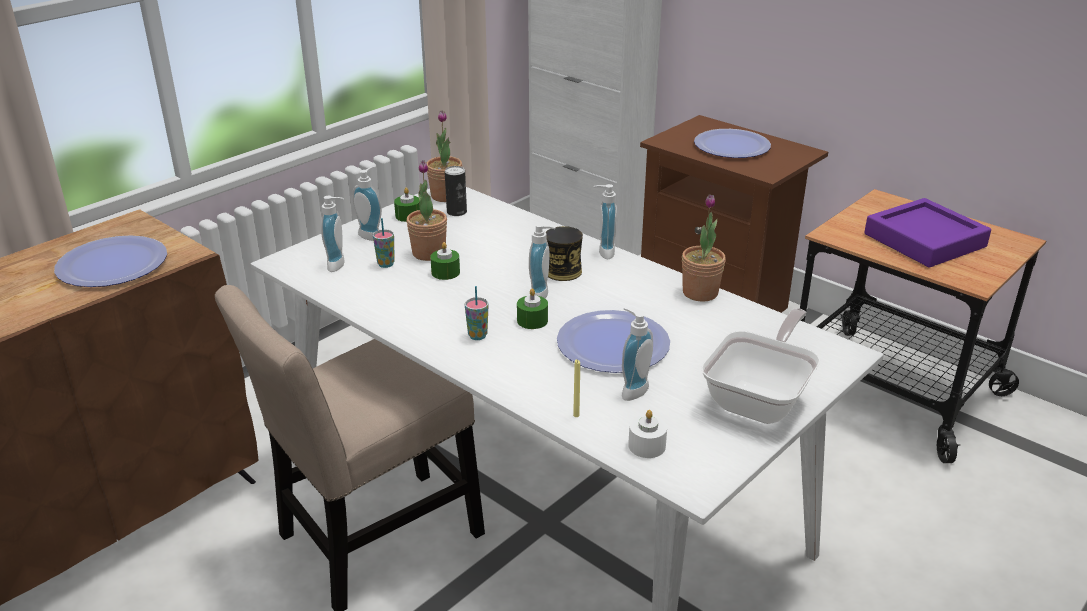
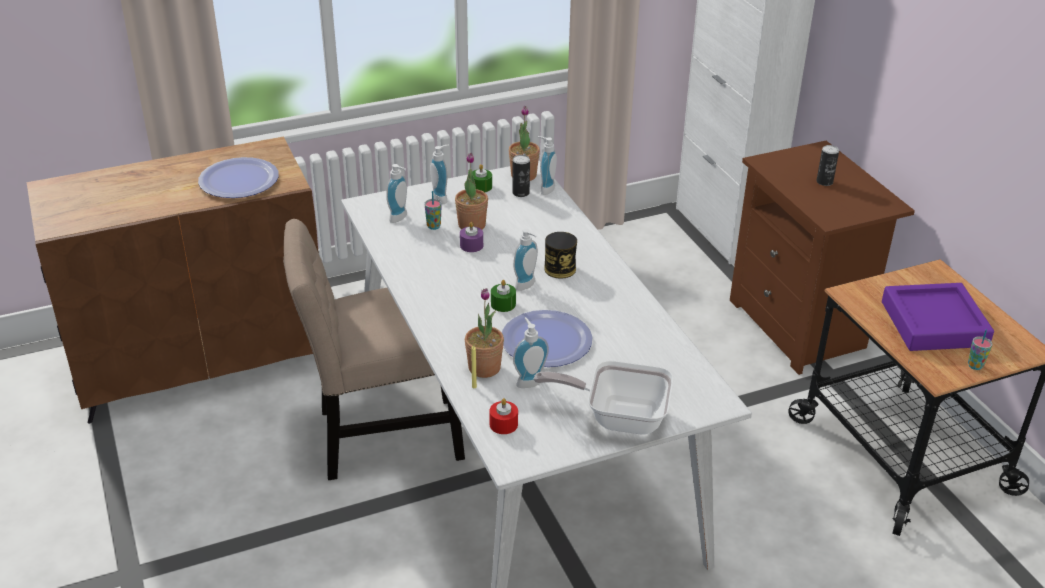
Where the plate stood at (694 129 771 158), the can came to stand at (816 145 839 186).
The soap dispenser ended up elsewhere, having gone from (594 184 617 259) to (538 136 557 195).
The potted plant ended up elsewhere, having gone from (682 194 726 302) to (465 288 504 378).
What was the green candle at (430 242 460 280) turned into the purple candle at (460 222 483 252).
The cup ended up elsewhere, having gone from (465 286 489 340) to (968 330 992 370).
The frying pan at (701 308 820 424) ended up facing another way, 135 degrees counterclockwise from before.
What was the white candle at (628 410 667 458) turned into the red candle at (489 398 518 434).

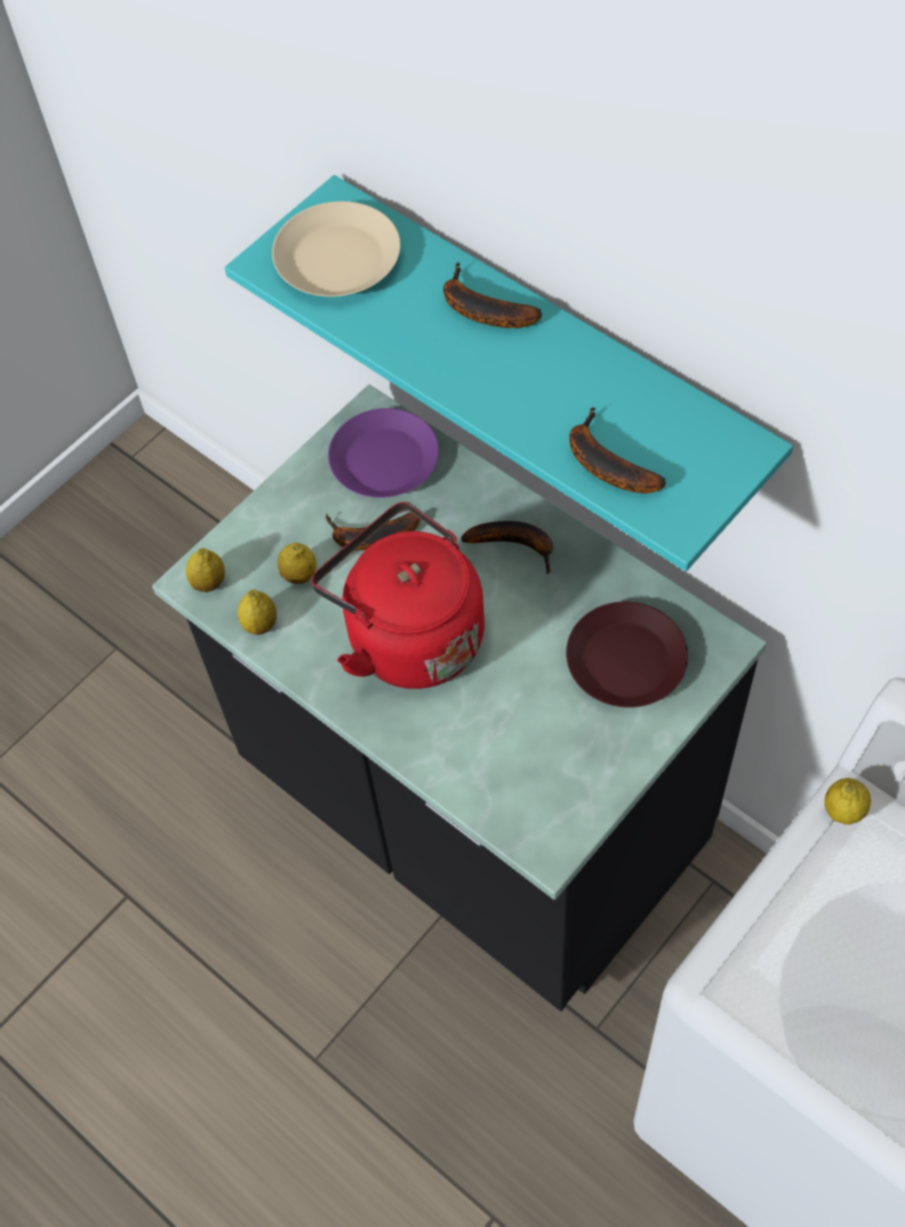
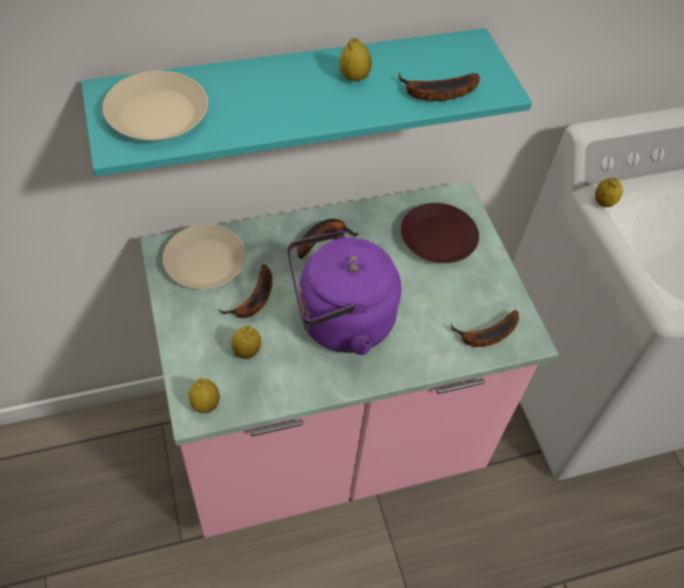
The banana ended up elsewhere, having gone from (443 262 542 328) to (451 310 519 347).
What was the black counter at (152 385 767 1011) turned into the pink counter at (140 181 558 538).
What was the purple plate at (328 408 439 498) turned into the beige plate at (163 224 246 289).
What was the red kettle at (311 502 485 689) turned into the purple kettle at (287 230 401 355).
The lemon ended up elsewhere, having gone from (238 589 277 635) to (340 38 372 81).

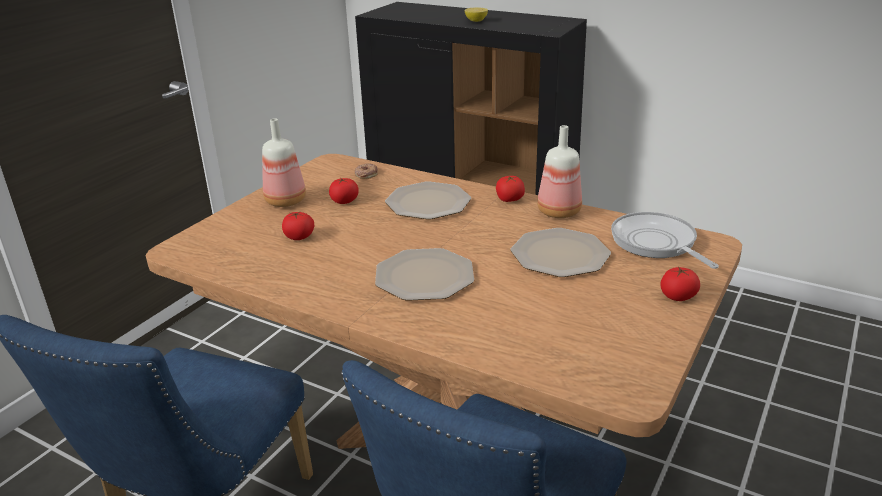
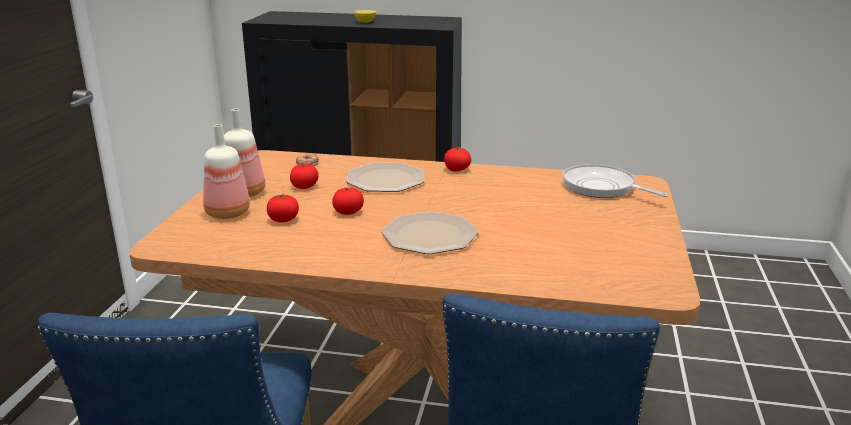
The bottle ended up elsewhere, having gone from (537 125 582 218) to (203 124 250 219).
The second view lost the plate at (511 228 611 277).
The tomato ended up elsewhere, having gone from (660 267 700 301) to (332 188 364 215).

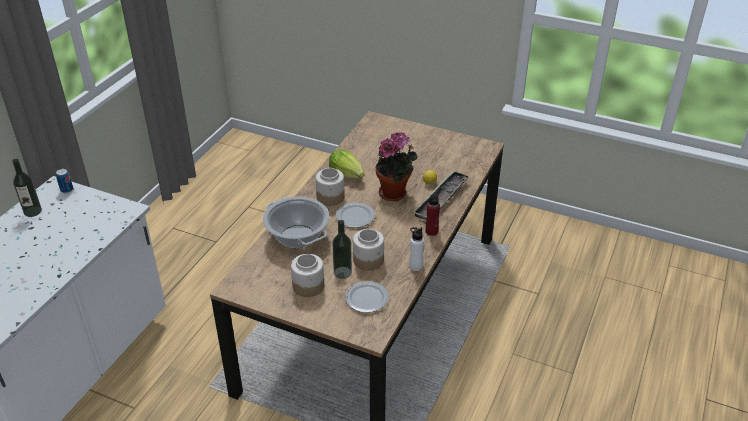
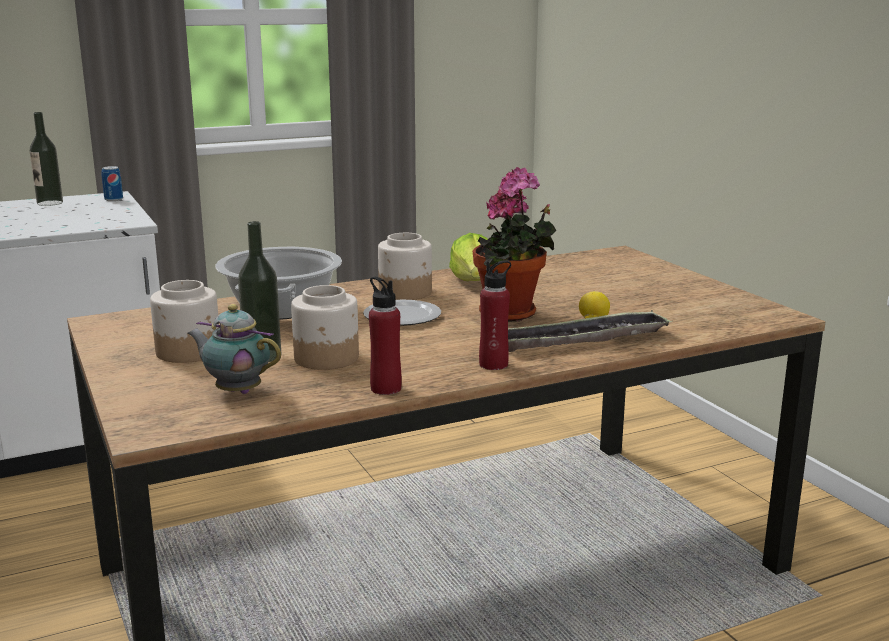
What was the white bottle at (409 227 424 271) turned into the red bottle at (369 277 402 395).
Where the plate stood at (345 281 389 313), the teapot came to stand at (188 304 281 394).

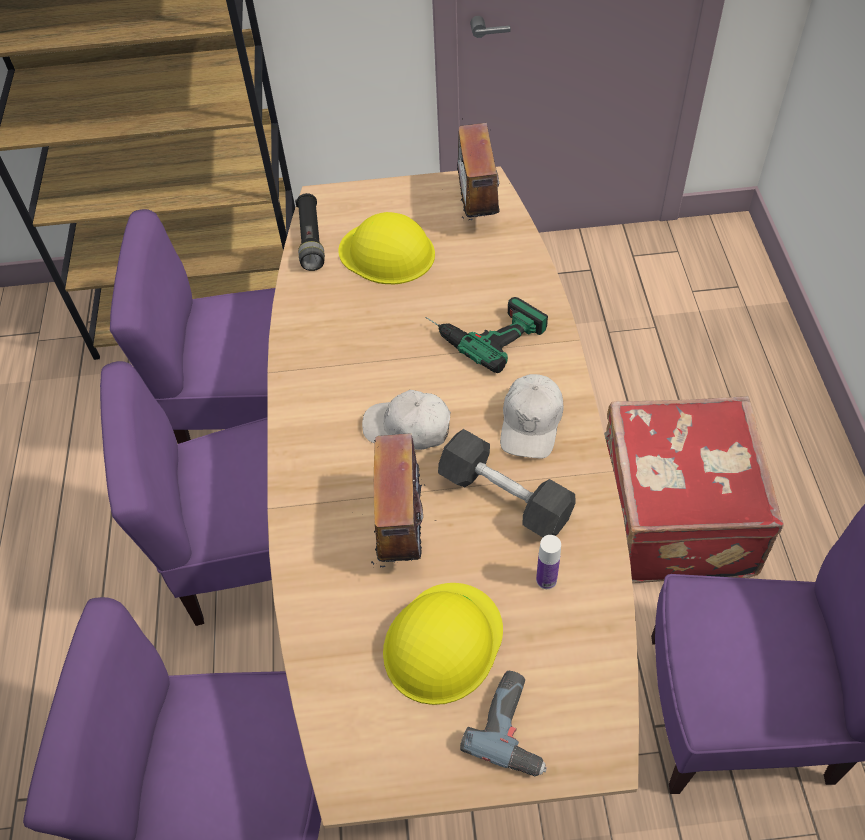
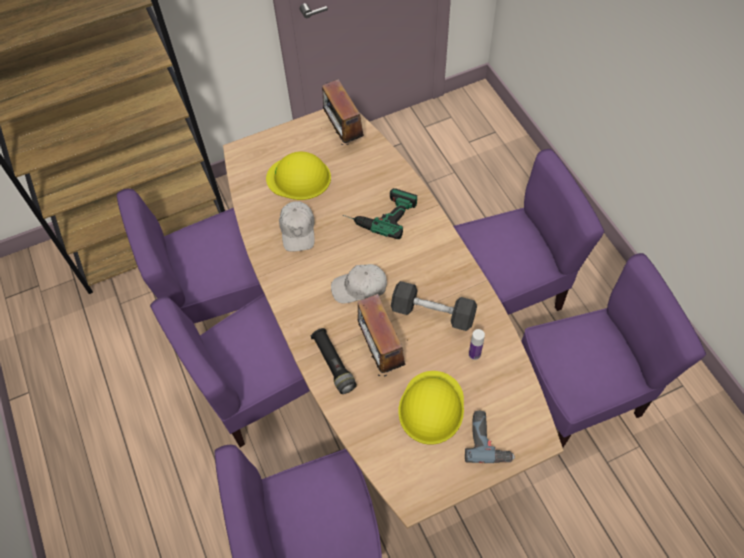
The black flashlight ended up elsewhere, having gone from (295 193 325 271) to (311 328 357 394).
The white cap ended up elsewhere, having gone from (500 374 564 459) to (279 201 315 252).
Where the red suitcase stood at (604 396 784 583), the purple chair came to stand at (453 149 605 315).

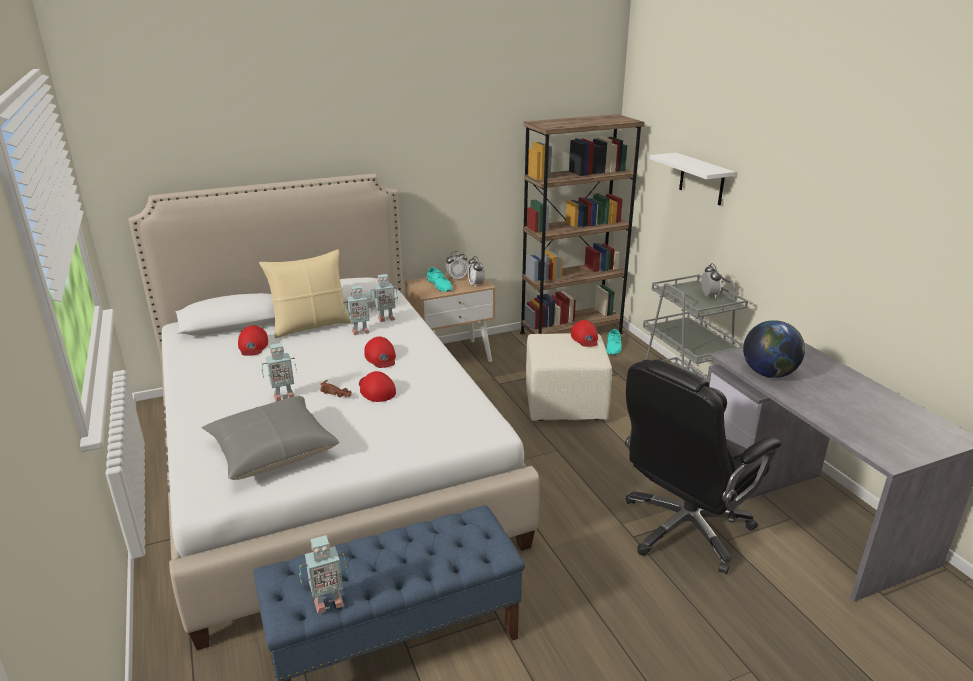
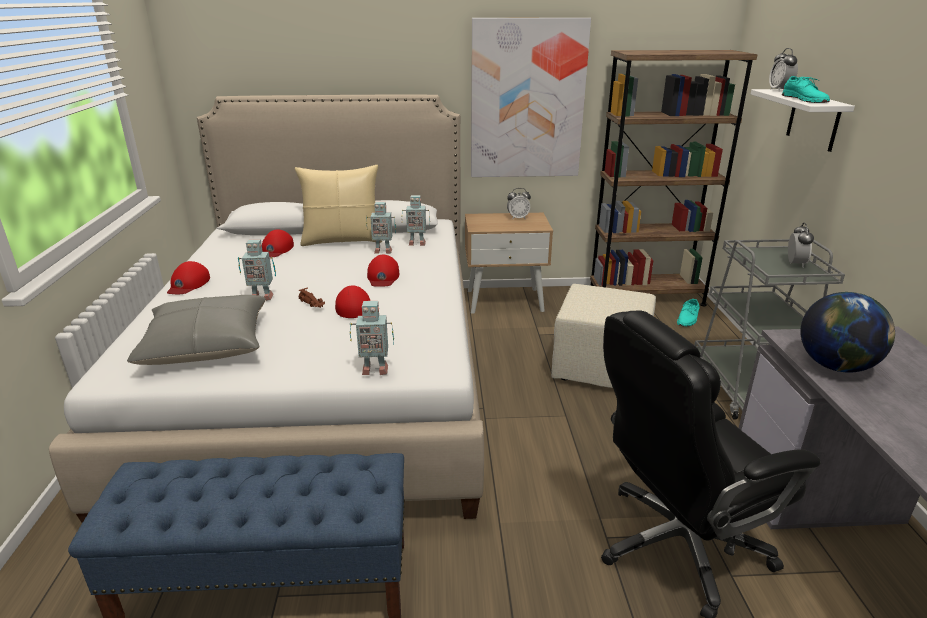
The alarm clock ended up elsewhere, having gone from (468 256 485 288) to (769 48 798 92).
The turquoise shoe ended up elsewhere, having gone from (427 267 452 292) to (782 76 830 103).
The red cap ended up elsewhere, having gone from (571 320 598 347) to (167 261 210 294).
The toy robot ended up elsewhere, having gone from (299 535 347 614) to (350 301 394 375).
The second view gained the picture at (471 18 591 177).

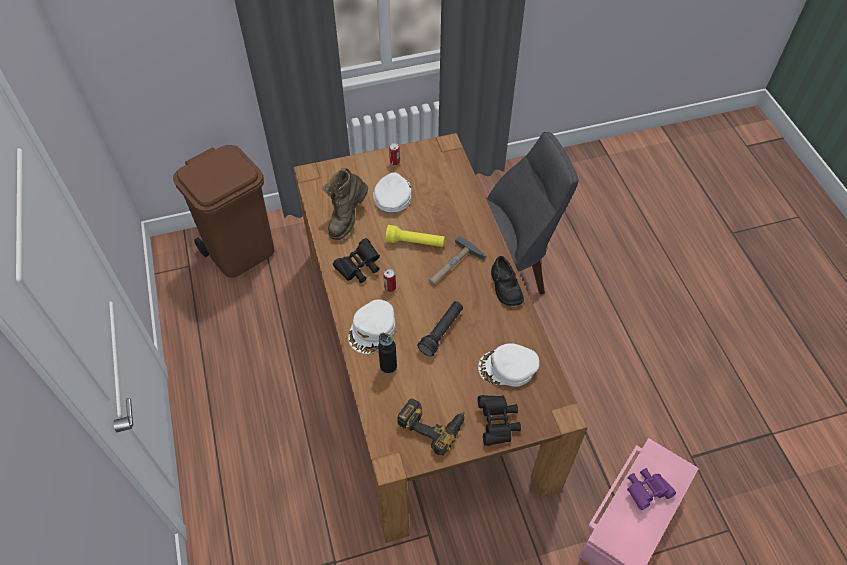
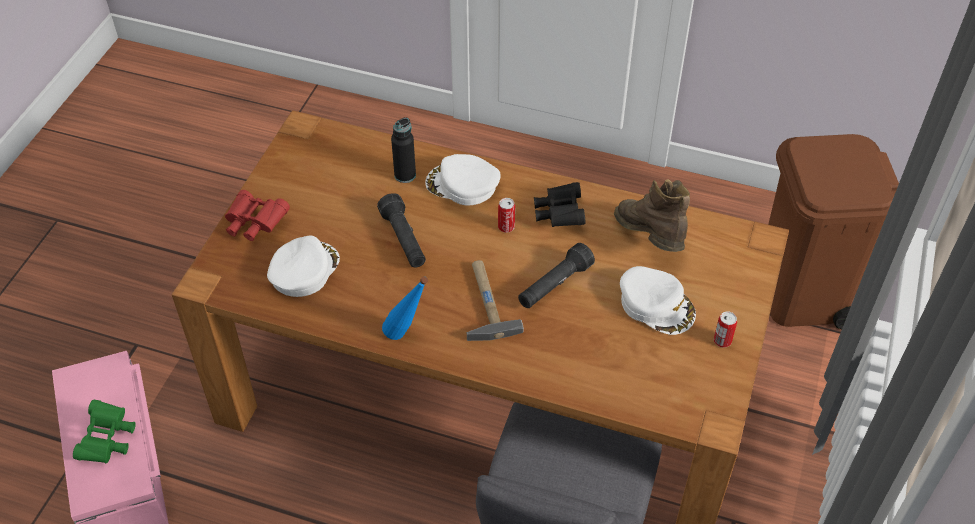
What was the yellow flashlight at (385 225 445 247) turned into the black flashlight at (518 243 595 308).
Where the black shoe stood at (491 256 524 306), the blue bottle came to stand at (382 276 428 340).
The white cap at (348 299 395 354) ended up facing another way, 45 degrees counterclockwise from before.
What was the black binoculars at (478 395 521 446) turned into the red binoculars at (225 190 290 241).
The second view lost the power drill at (397 399 465 455).
What was the purple binoculars at (627 468 676 510) turned into the green binoculars at (73 400 136 464).

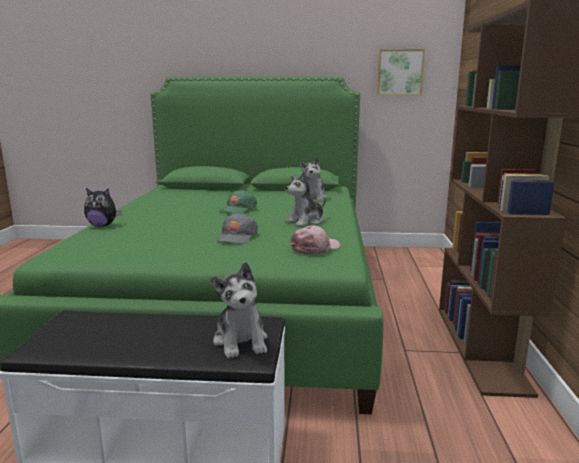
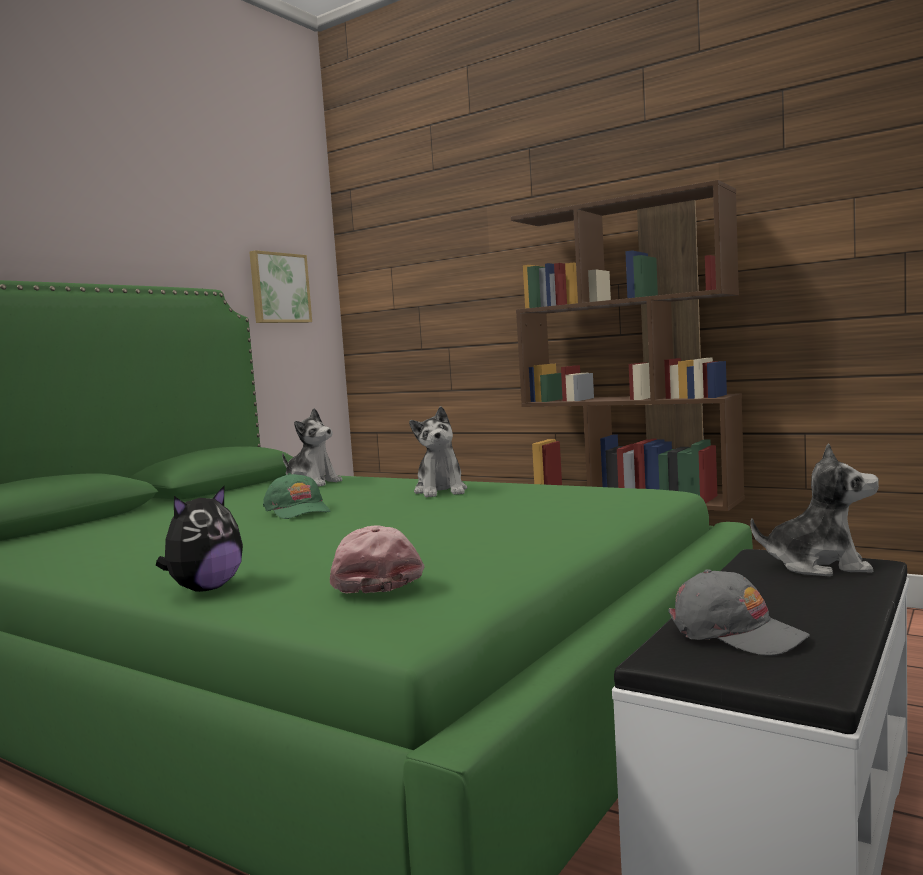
The grey cap ended up elsewhere, having gone from (217 213 258 244) to (668 569 810 656).
The pink cap ended up elsewhere, having gone from (290 225 341 254) to (330 525 424 593).

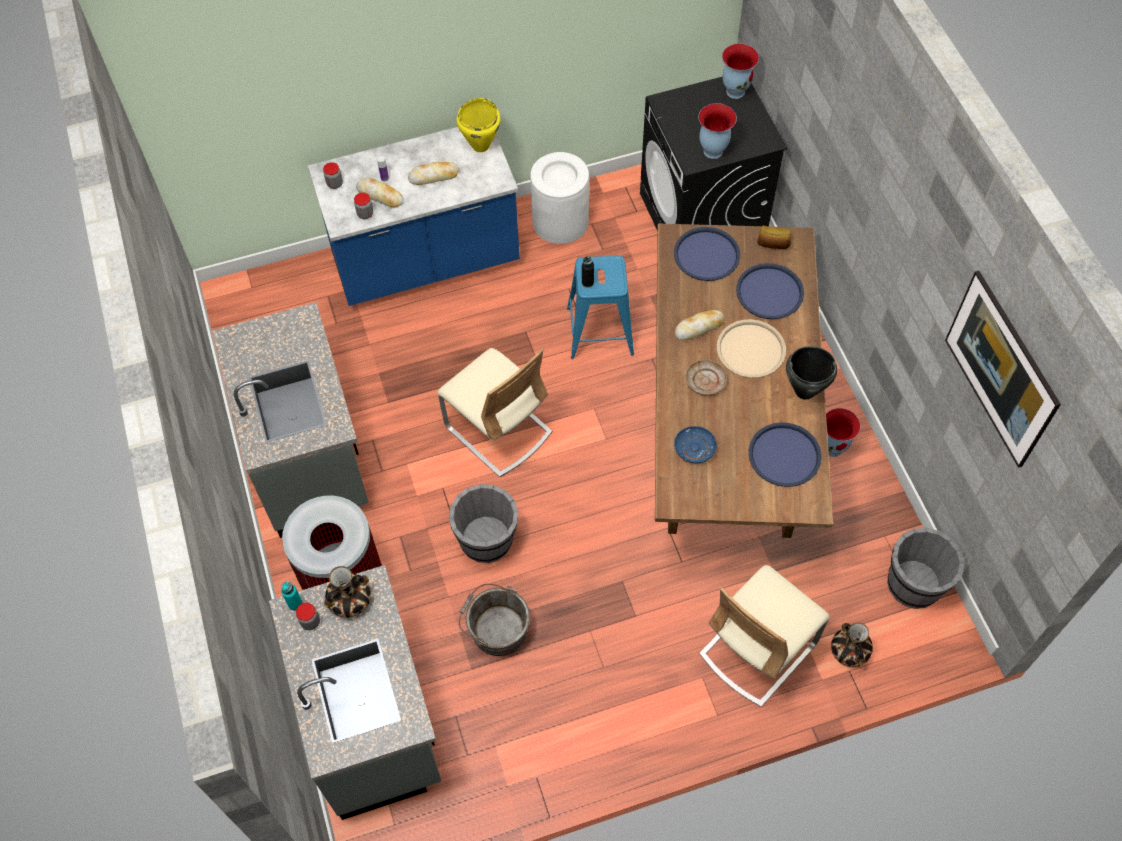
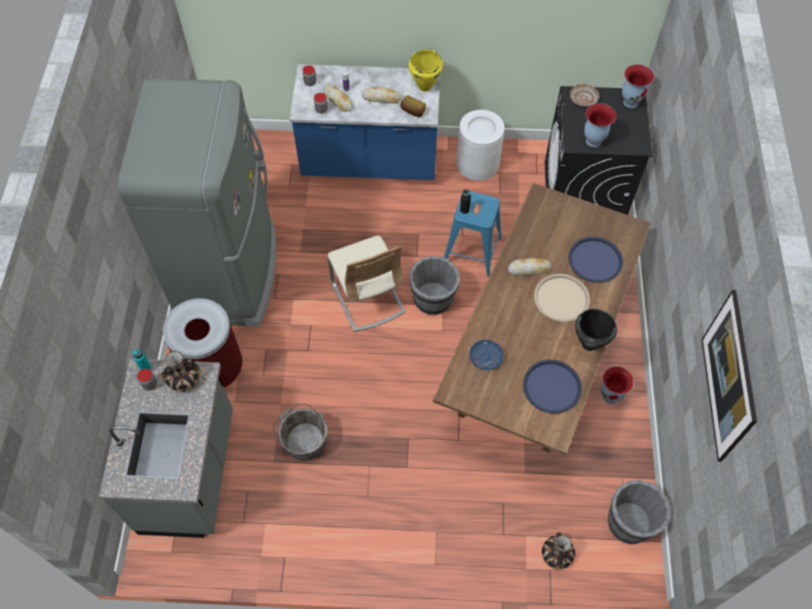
The bread ended up elsewhere, having gone from (757 226 791 249) to (400 95 426 117).
The second view lost the blue tray at (674 227 740 281).
Where the grey counter stood at (212 302 369 538), the grey fridge came to stand at (118 78 276 327).
The beige plate ended up elsewhere, having gone from (686 360 727 395) to (570 84 599 107).
The grey bucket ended up elsewhere, having gone from (449 484 518 563) to (409 256 460 315).
The second view lost the beige chair at (699 565 830 707).

